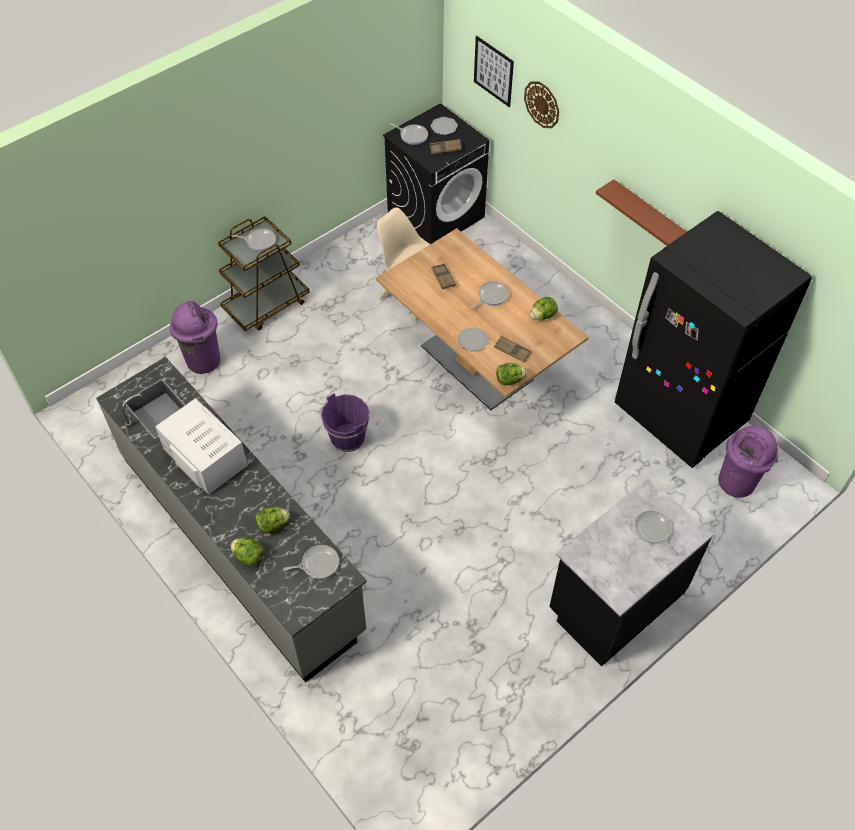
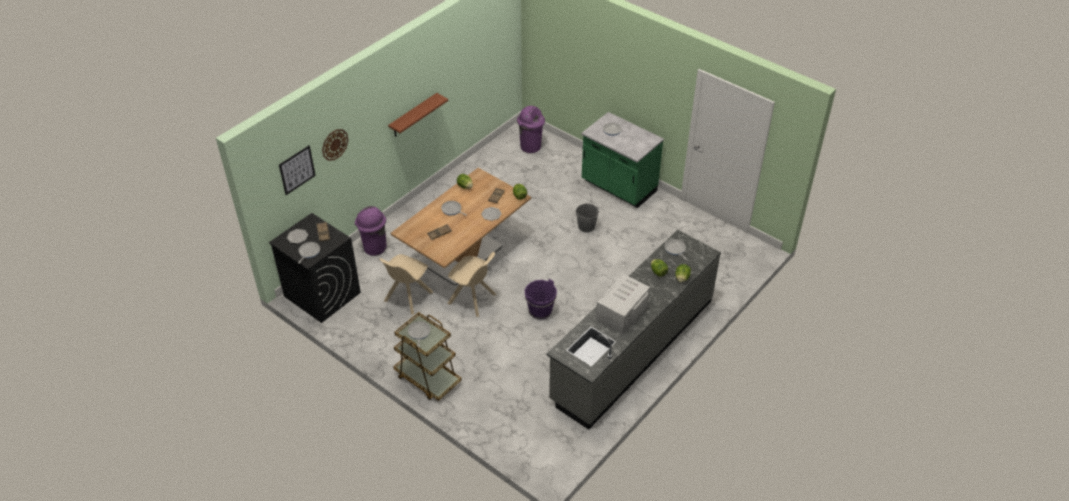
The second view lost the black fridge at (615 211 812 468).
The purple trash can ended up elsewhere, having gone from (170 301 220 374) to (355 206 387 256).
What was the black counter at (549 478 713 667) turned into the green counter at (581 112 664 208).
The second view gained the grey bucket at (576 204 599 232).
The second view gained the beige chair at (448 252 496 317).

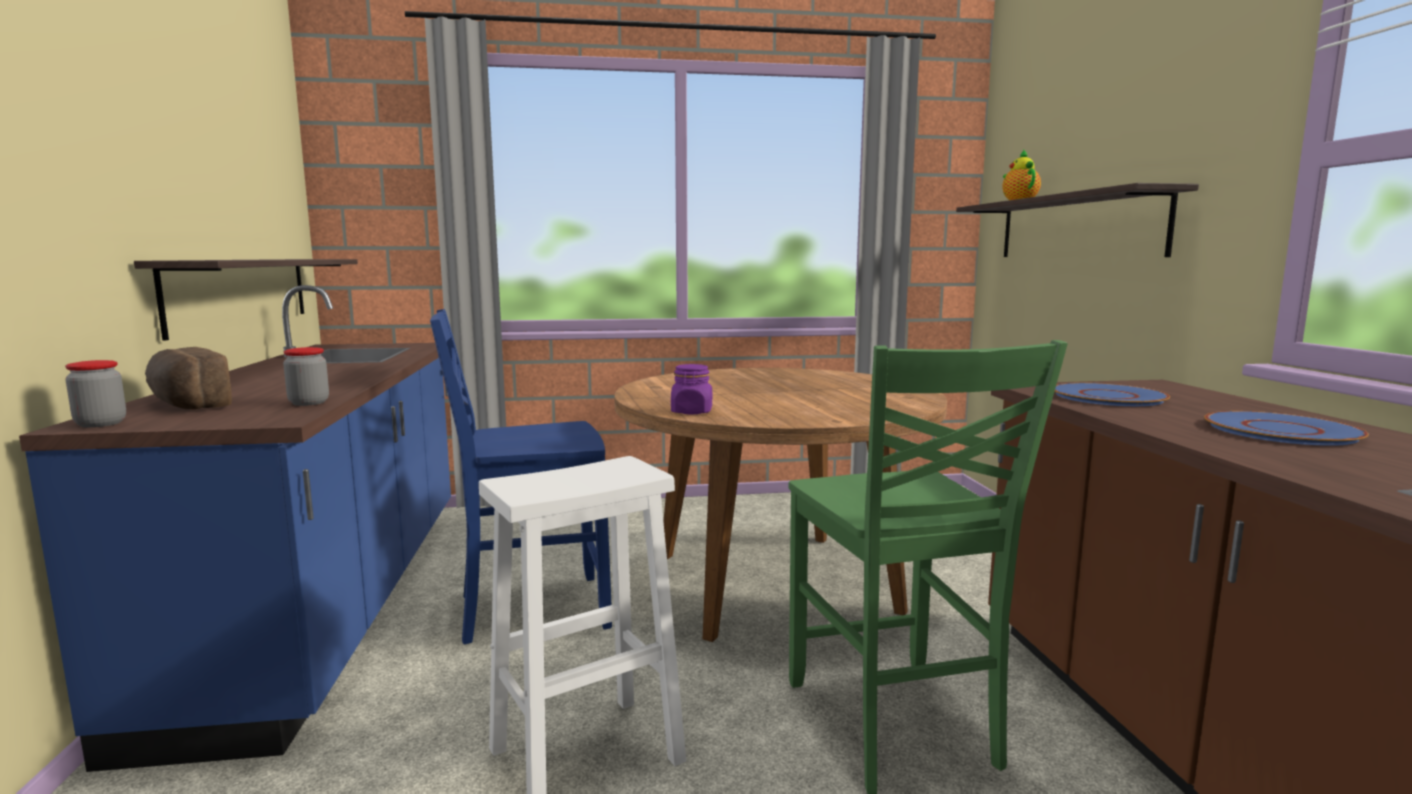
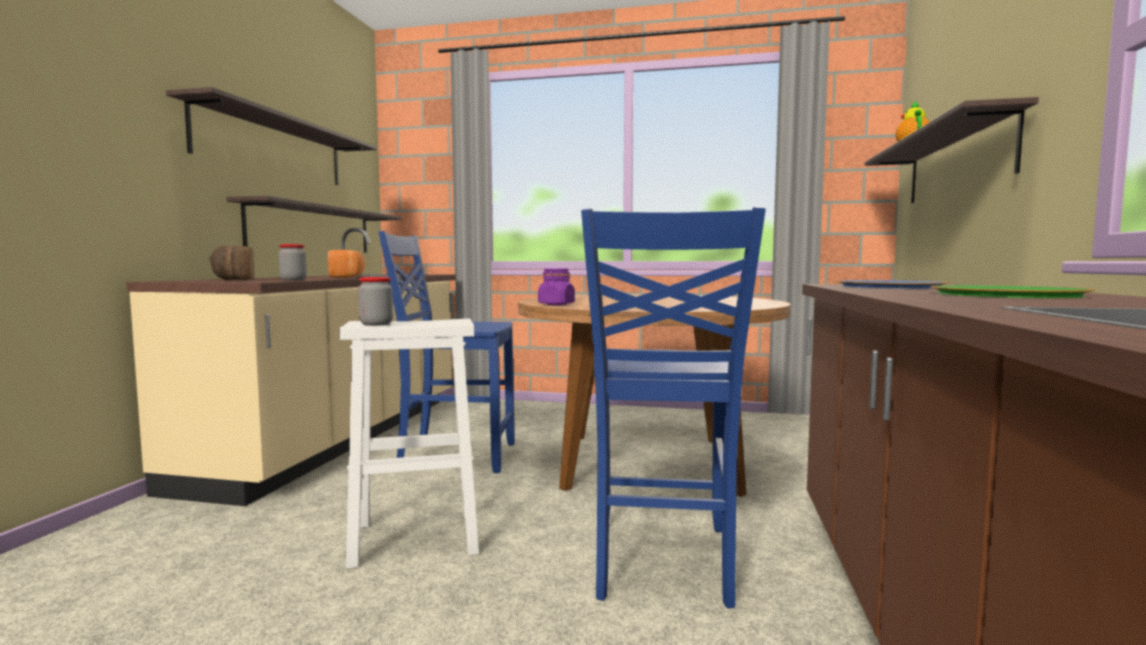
What was the blue counter at (19 285 451 772) turned into the beige counter at (126 228 456 506).
What was the green chair at (789 340 1068 794) turned into the blue chair at (581 207 766 608).
The jar ended up elsewhere, having gone from (65 360 126 427) to (358 277 393 326).
What was the blue plate at (1204 411 1369 446) turned into the green plate at (930 285 1095 298).
The second view gained the shelf at (166 87 377 185).
The second view gained the bread at (328 250 365 278).

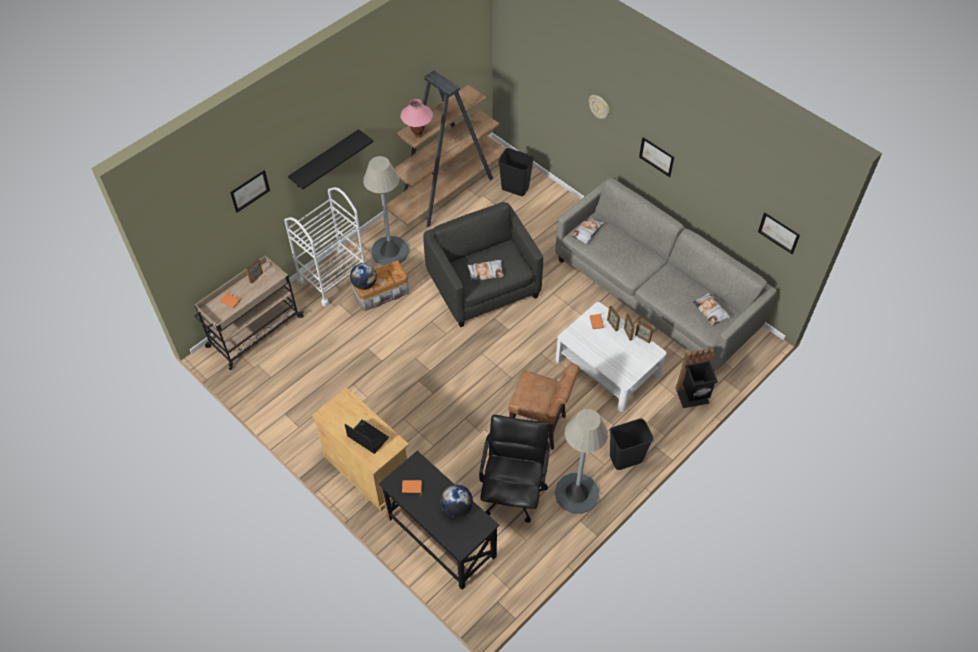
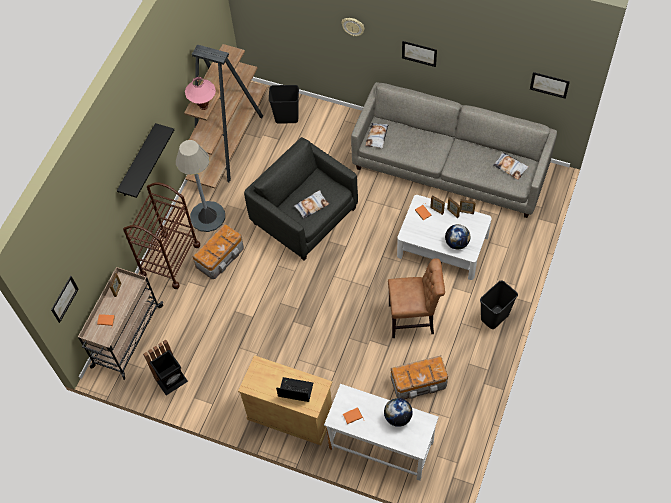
The picture ended up elsewhere, having gone from (230 170 270 213) to (51 276 79 323).
What was the white cart at (284 187 365 307) turned into the brown cart at (123 182 200 289).
The globe ended up elsewhere, having gone from (350 263 377 290) to (445 224 470 250).
The black trash can ended up elsewhere, having gone from (676 348 718 408) to (143 340 188 395).
The second view lost the grey floor lamp at (555 409 608 514).
Where the black office chair stood at (479 415 550 523), the storage box came to stand at (391 355 448 399).
What was the black desk at (379 451 499 590) turned into the white desk at (324 384 439 481).

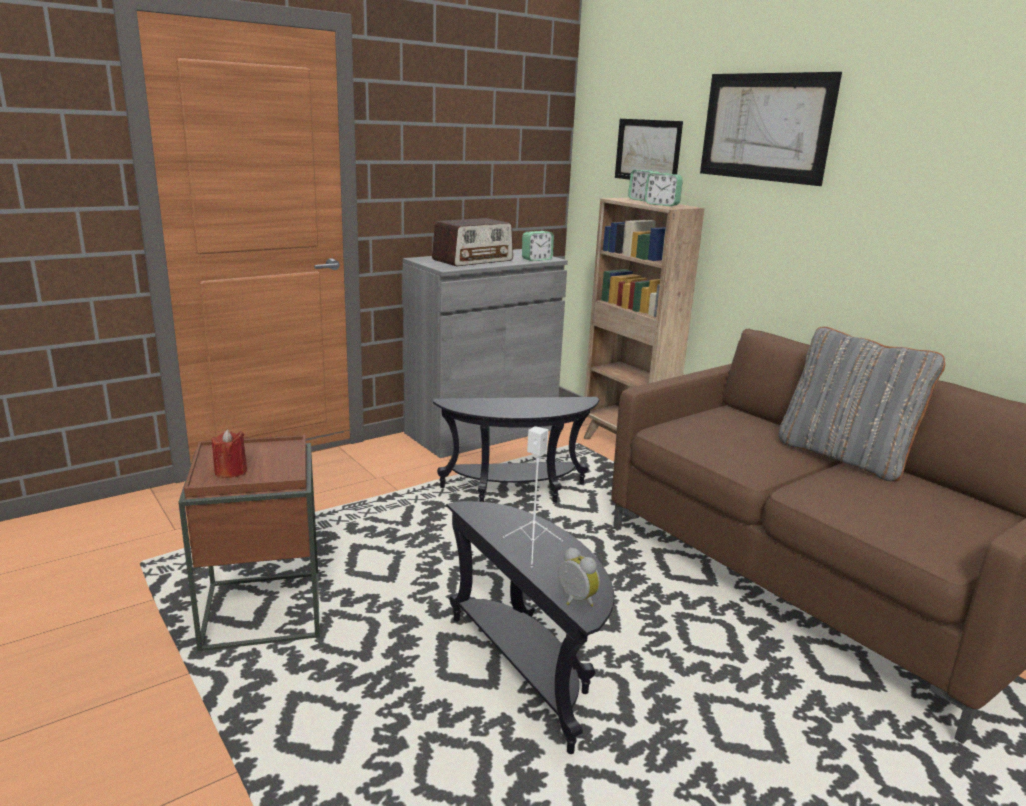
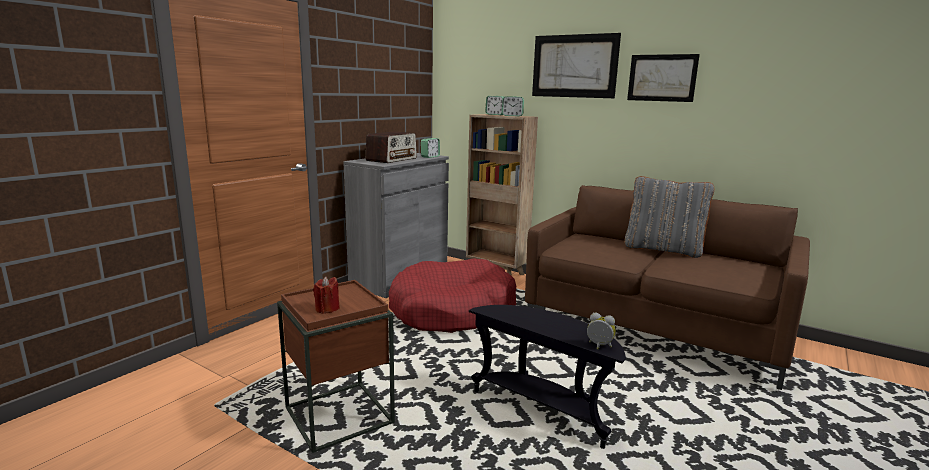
The picture ended up elsewhere, having gone from (615 119 683 180) to (627 54 700 102).
Where the black side table stood at (433 397 599 503), the red dog bed came to stand at (389 258 516 333).
The second view lost the white speaker at (503 426 563 568).

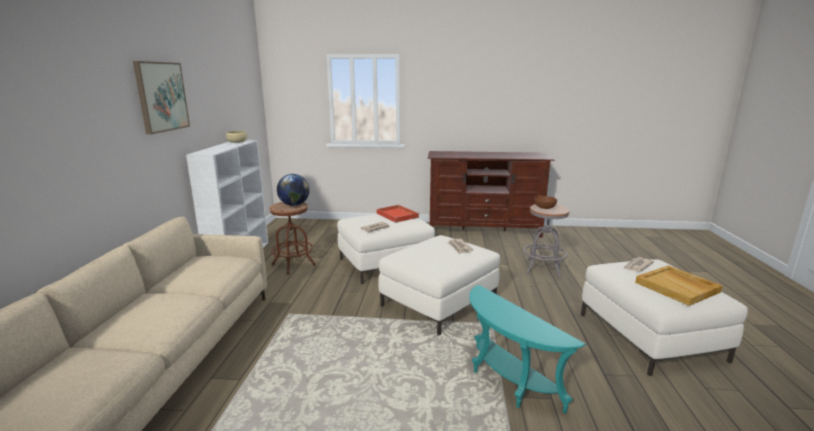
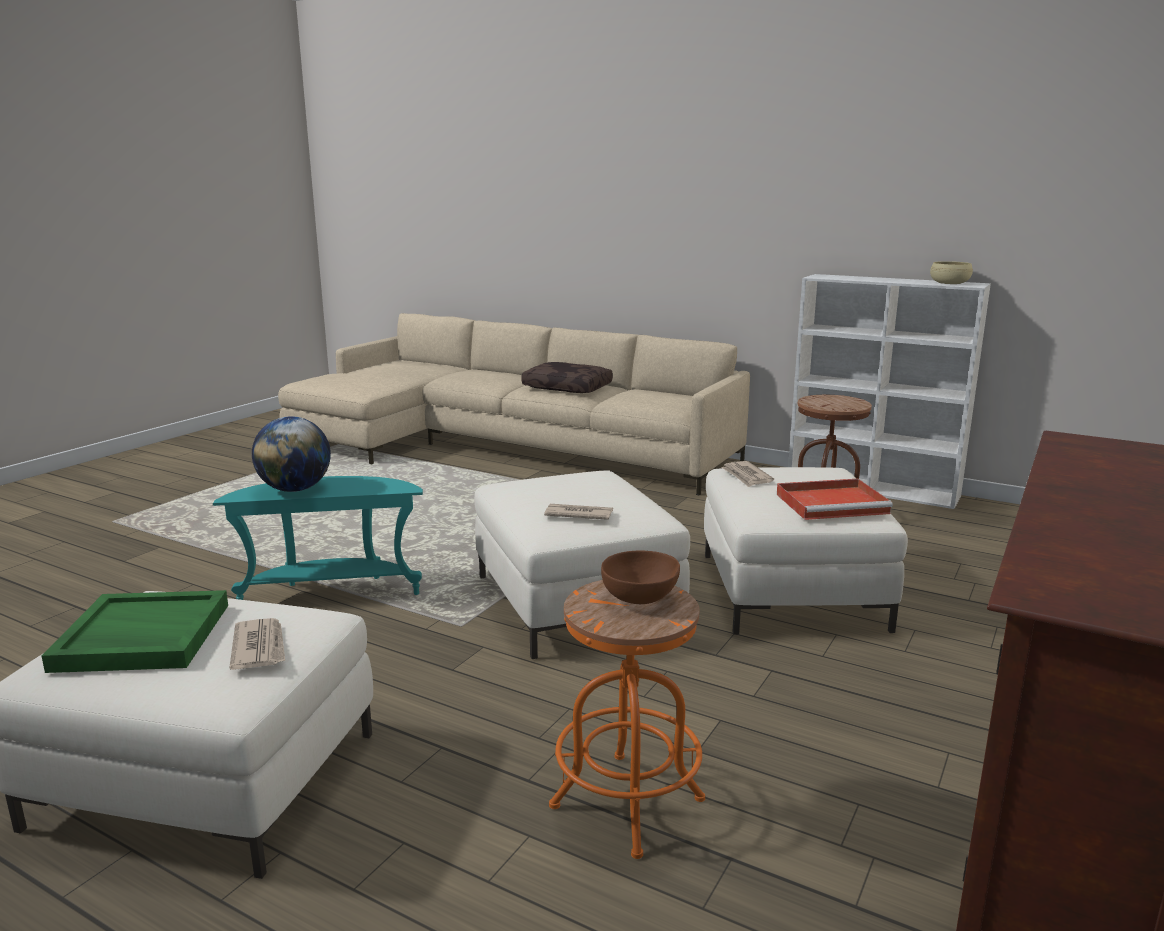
The second view lost the picture at (133 61 190 134).
The globe ended up elsewhere, having gone from (277 174 310 206) to (252 416 331 492).
What was the grey stool at (523 204 570 278) turned into the orange stool at (549 580 705 859).
What was the beige tray at (635 266 722 306) turned into the green tray at (42 590 228 673).
The second view gained the brown pillow at (521 362 613 393).

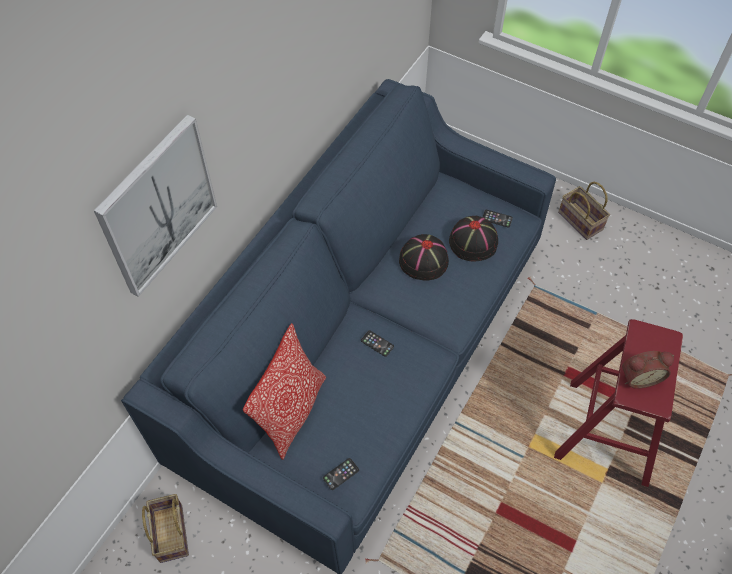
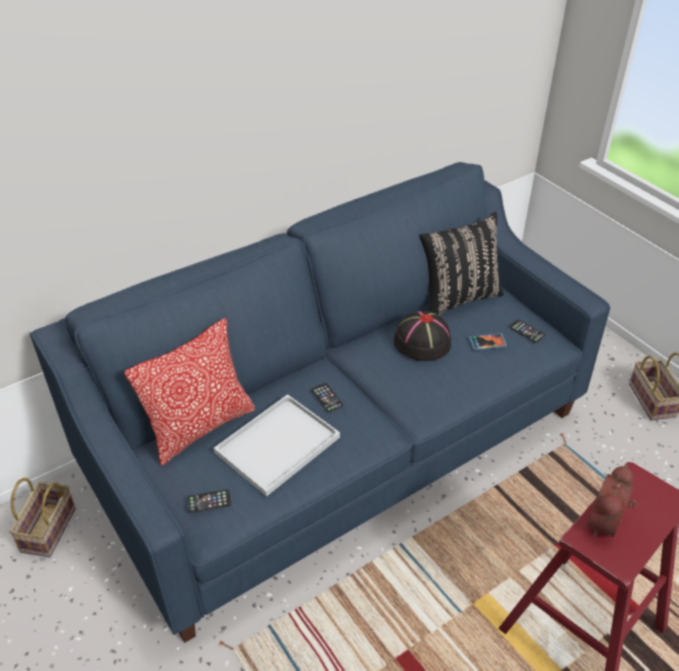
The second view lost the picture at (94 115 217 297).
Where the black hat stood at (449 215 498 262), the phone came to stand at (469 333 507 350).
The alarm clock at (622 351 674 389) ended up facing another way, 105 degrees clockwise from before.
The second view gained the black pillow at (419 212 504 315).
The second view gained the white tray at (214 394 340 497).

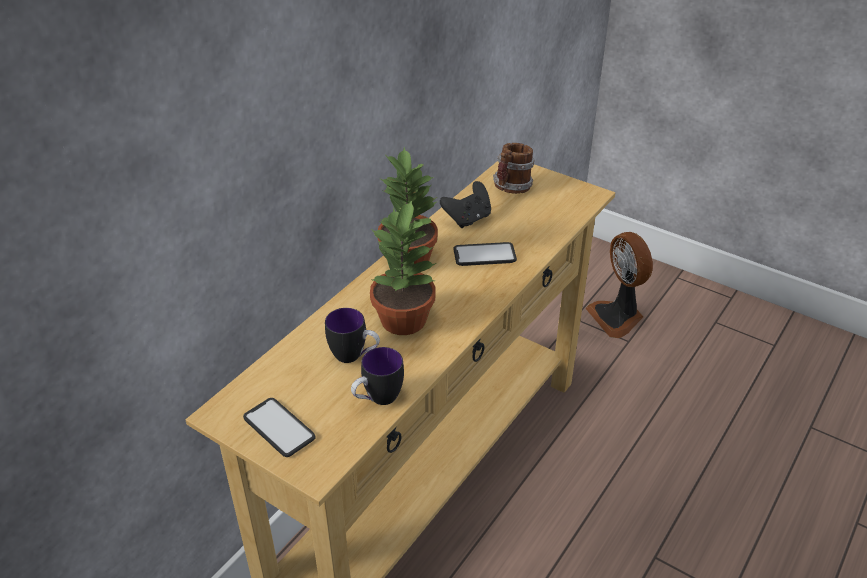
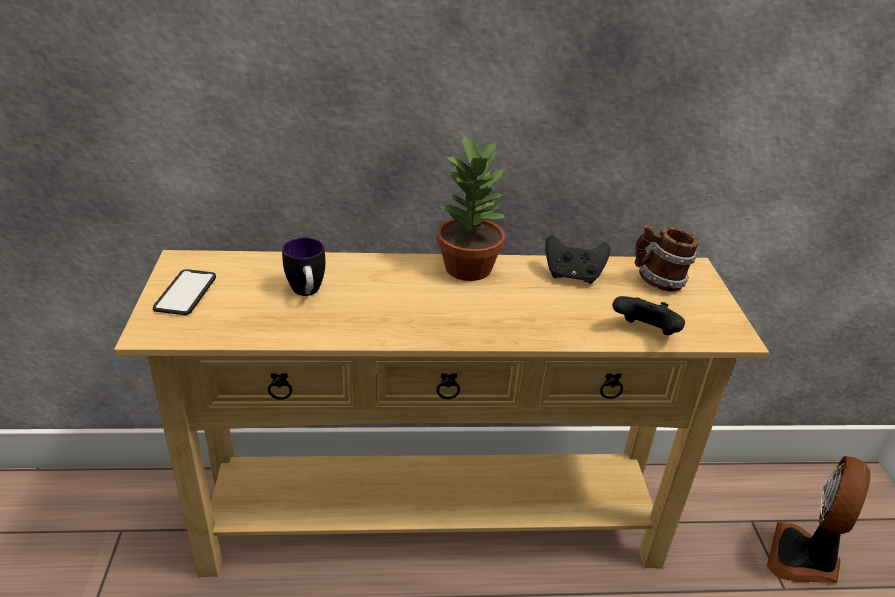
The second view lost the potted plant at (370 200 437 335).
The second view lost the phone at (453 242 517 266).
The second view lost the mug at (351 347 404 405).
The second view gained the black game controller at (612 296 685 335).

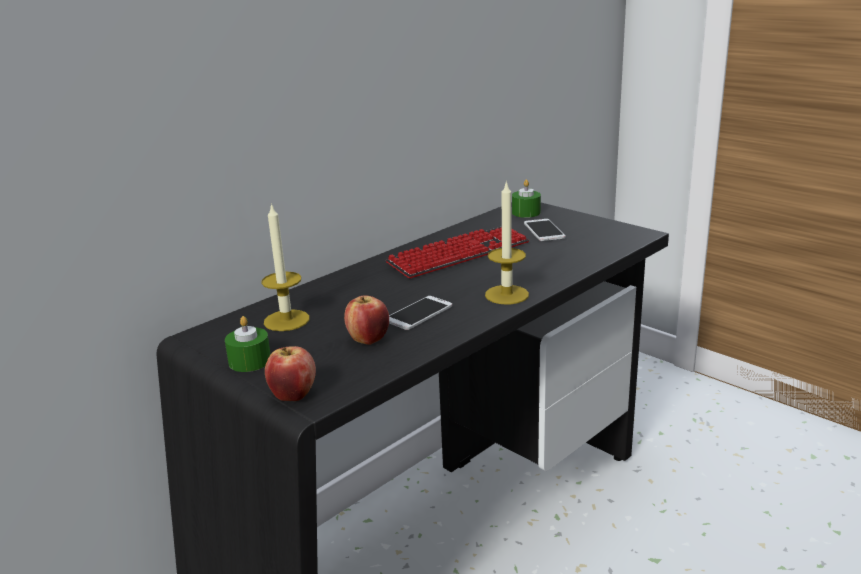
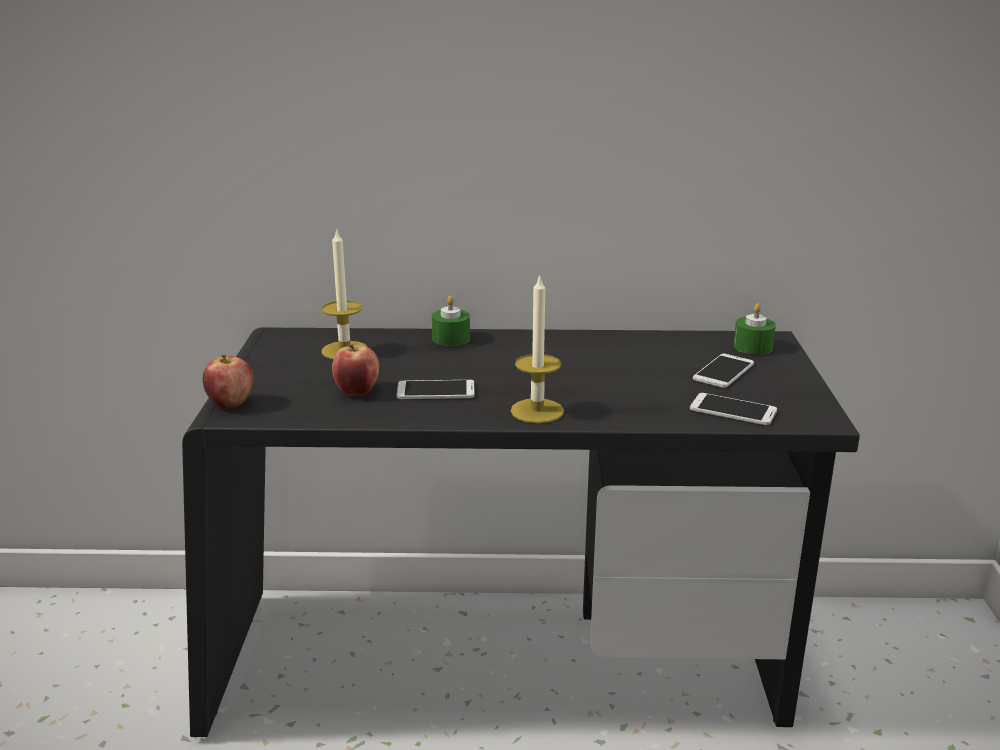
The second view lost the keyboard at (386 227 529 278).
The green candle ended up elsewhere, having gone from (225 316 271 372) to (432 296 470 346).
The second view gained the phone at (690 393 777 425).

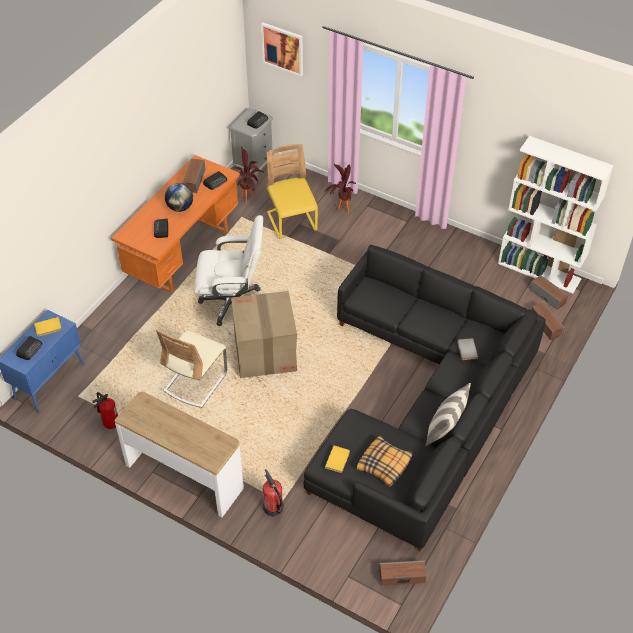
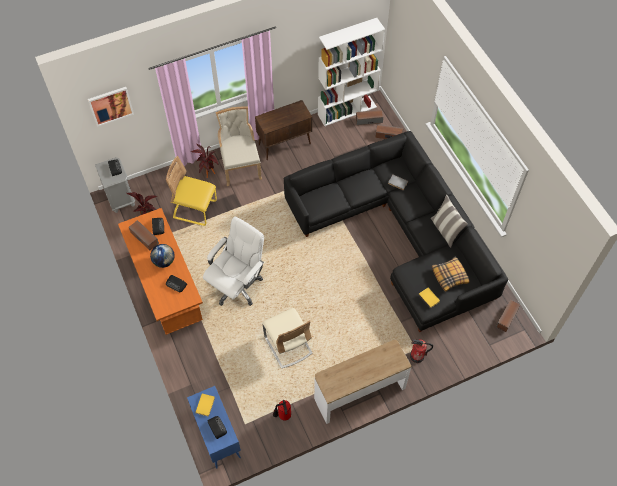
The second view lost the cardboard box at (231 291 297 378).
The second view gained the brown cabinet at (255 100 312 160).
The second view gained the beige chair at (216 106 262 186).

